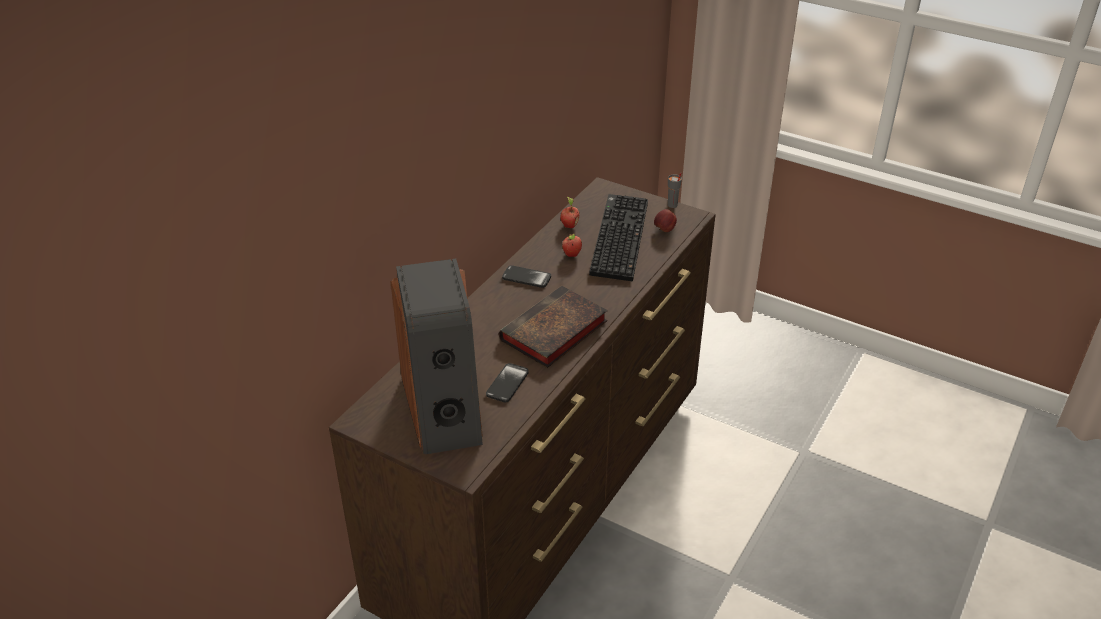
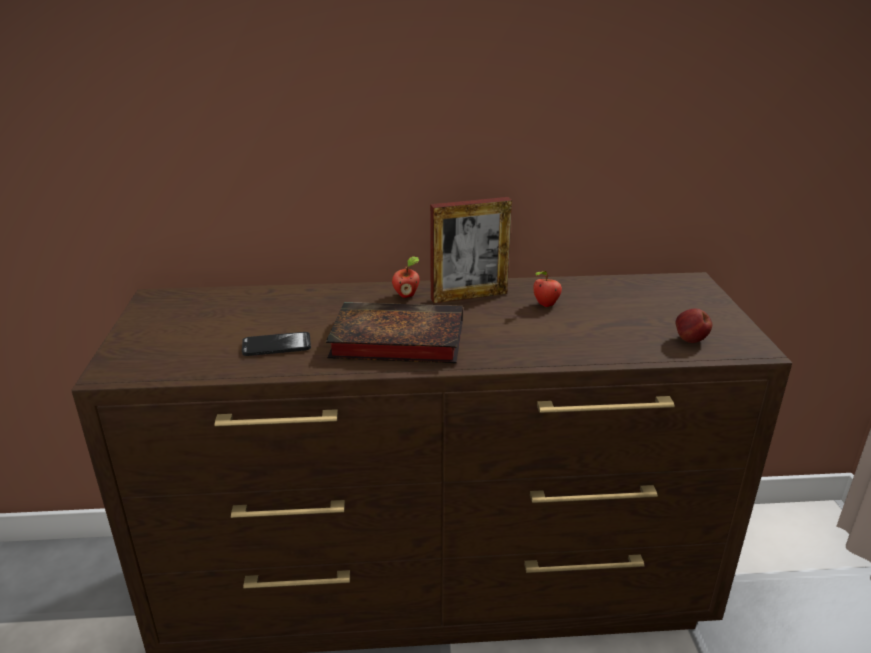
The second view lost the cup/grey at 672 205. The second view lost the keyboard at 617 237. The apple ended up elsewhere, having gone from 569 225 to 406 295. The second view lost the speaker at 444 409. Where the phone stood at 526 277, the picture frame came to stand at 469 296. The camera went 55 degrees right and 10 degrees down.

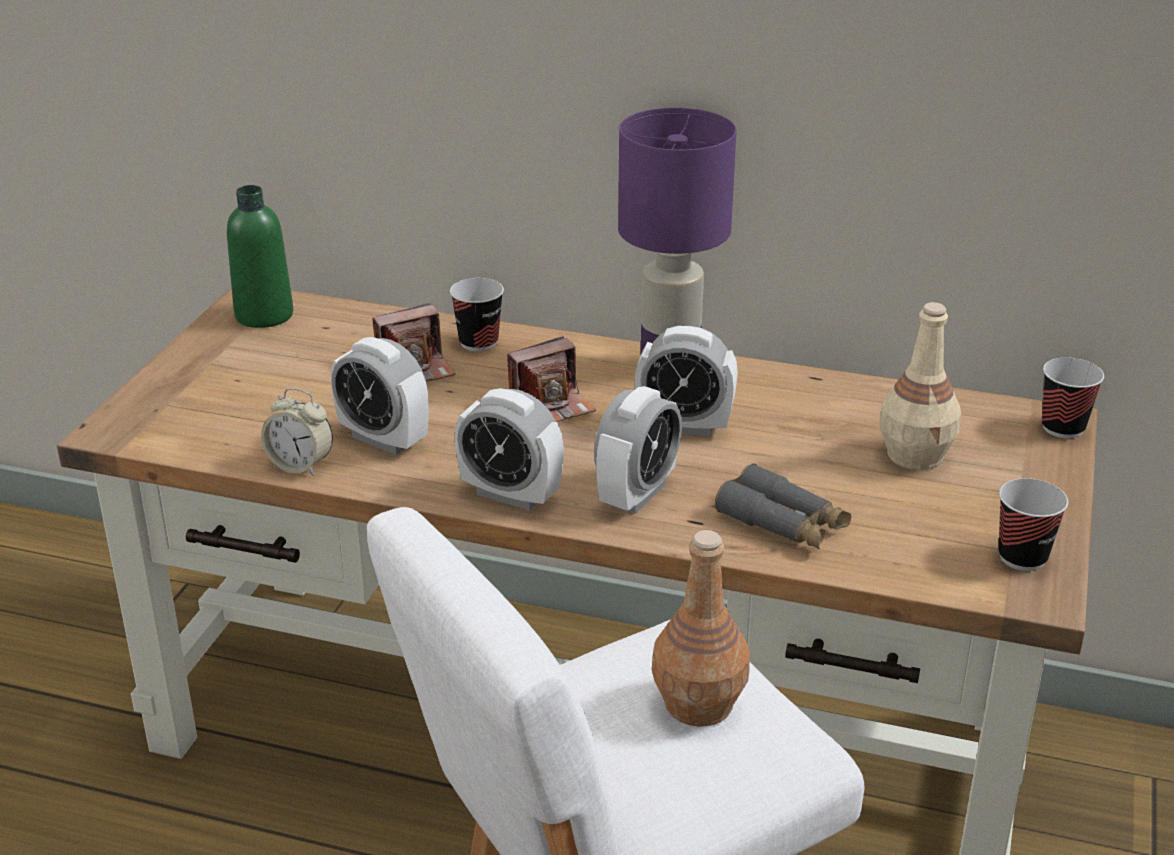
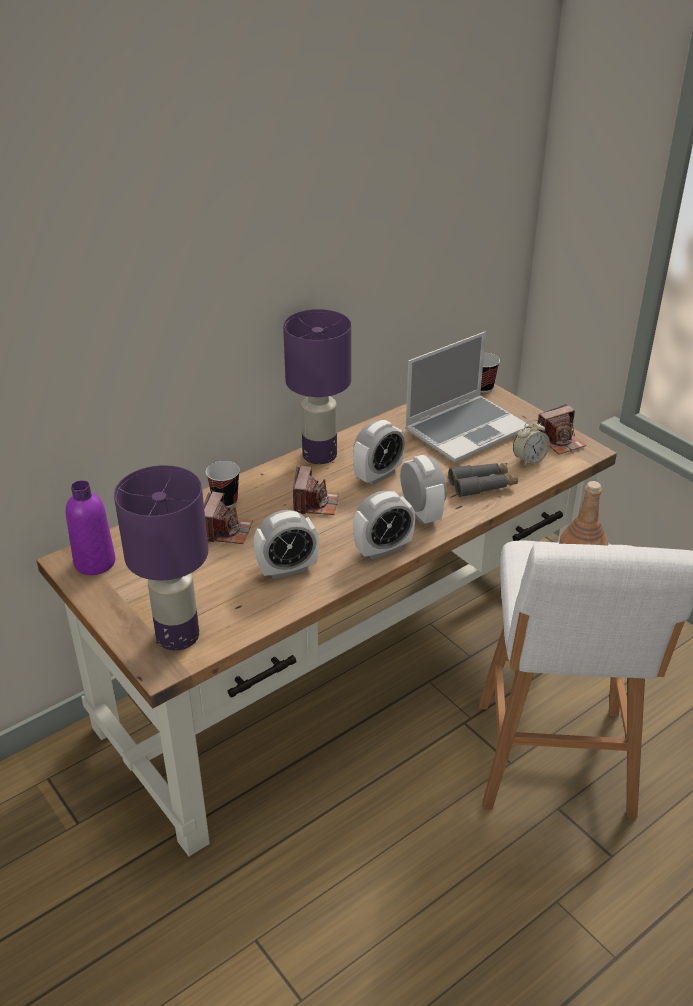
What was the bottle/green at 264 315 turned into the bottle/purple at 95 562. Where the bottle/beige stood at 915 455, the laptop came to stand at 466 429. The alarm clock ended up elsewhere, having gone from 300 465 to 529 460. Where the cup stood at 1022 557, the photo camera came to stand at 560 442. The second view gained the table lamp/purple at 177 635. The camera went 55 degrees left and 5 degrees up.

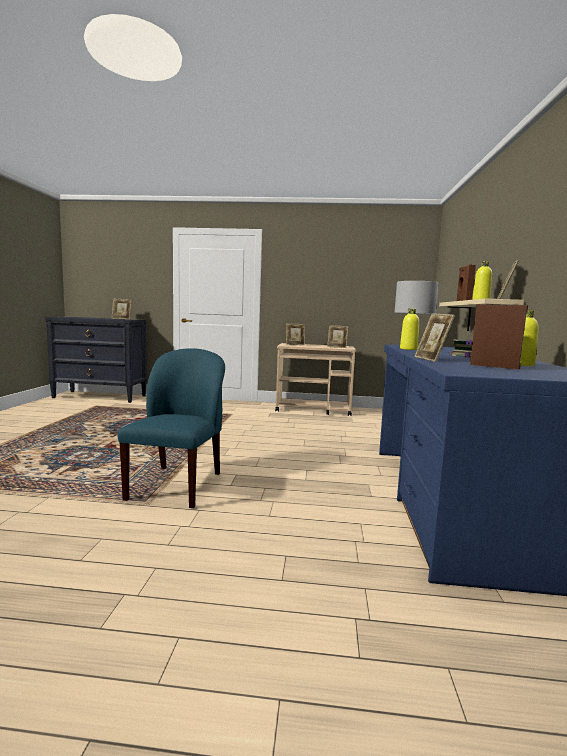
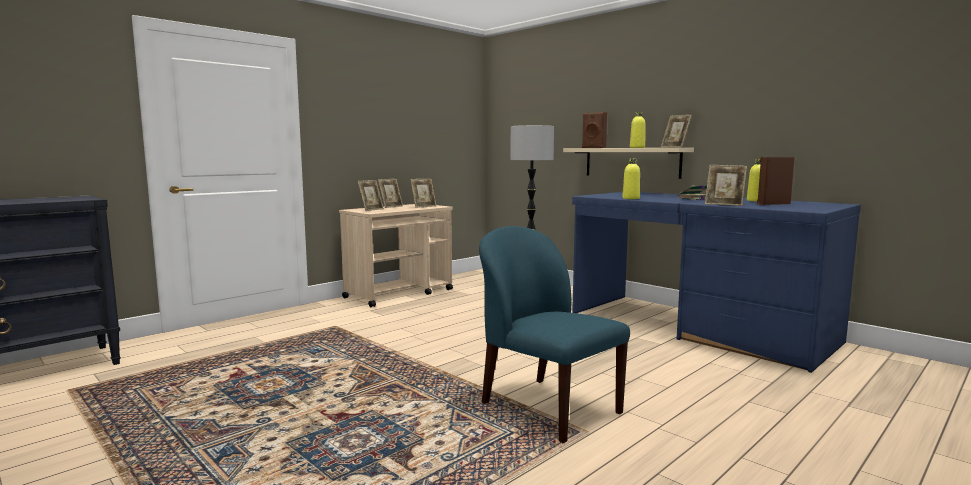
The picture frame ended up elsewhere, having gone from 121 319 to 391 207. The camera went 50 degrees left and 0 degrees up.

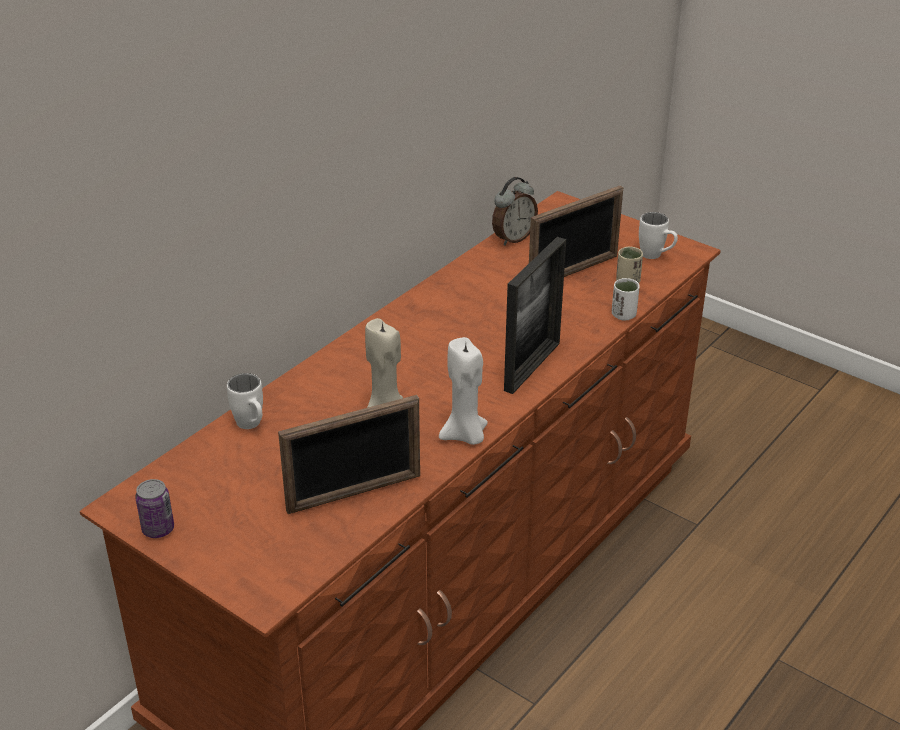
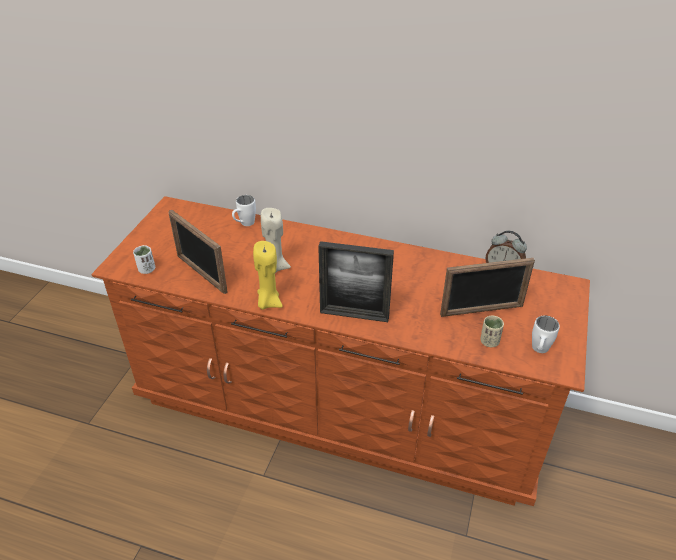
The picture frame at 573 272 ended up facing another way, 45 degrees counterclockwise from before. The cup/white ended up elsewhere, having gone from 623 315 to 147 269. What was the candle/white at 465 436 turned into the candle/yellow at 268 302. The second view lost the can at 158 529. The camera went 70 degrees right and 5 degrees up.

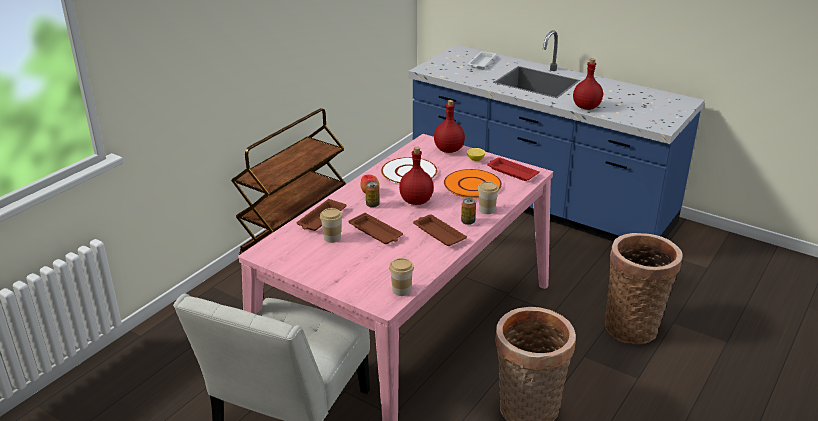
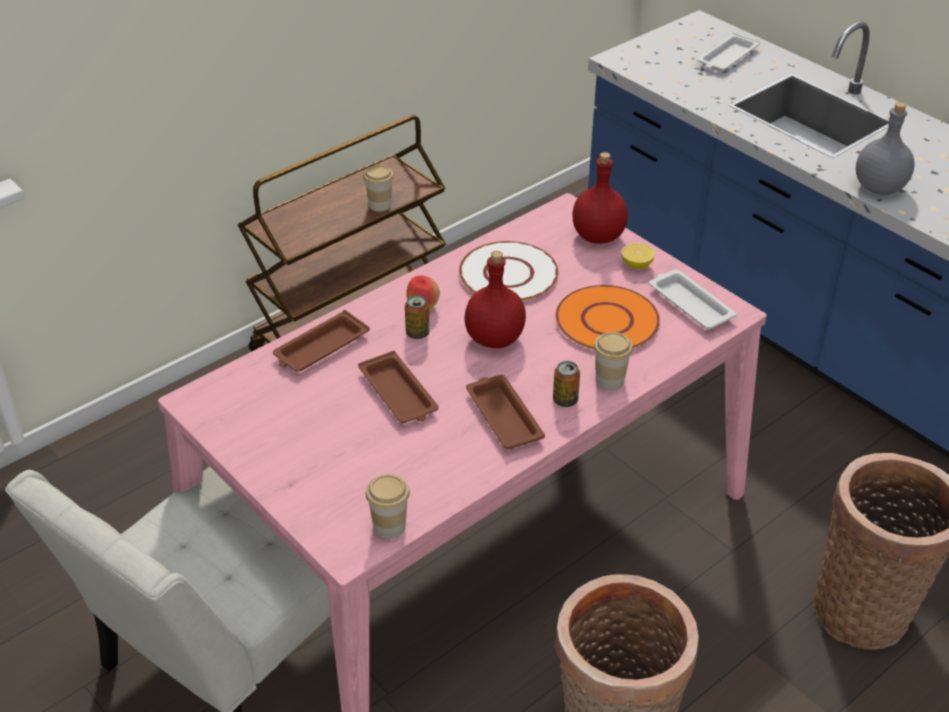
What was the bottle/red at 586 107 turned into the bottle/grey at 880 188. What was the tray/red at 511 172 turned into the tray/white at 689 304. The cup ended up elsewhere, having gone from 332 238 to 379 205. The camera went 15 degrees right and 10 degrees up.

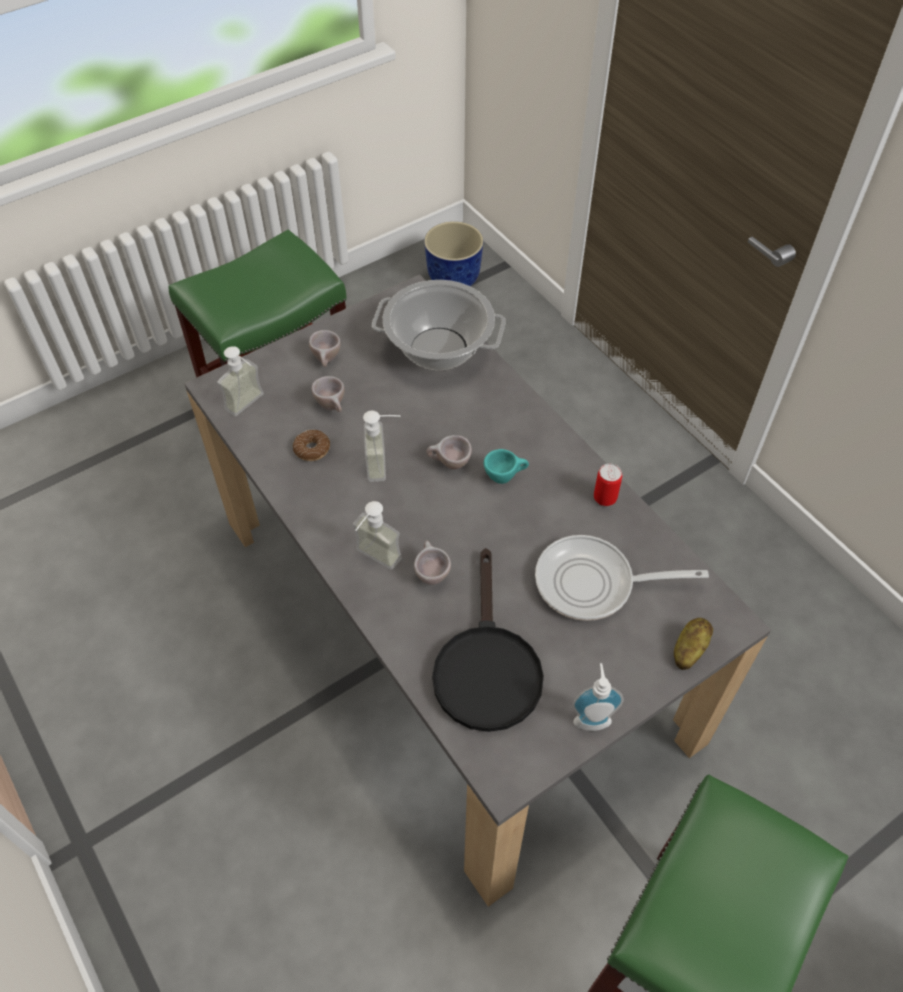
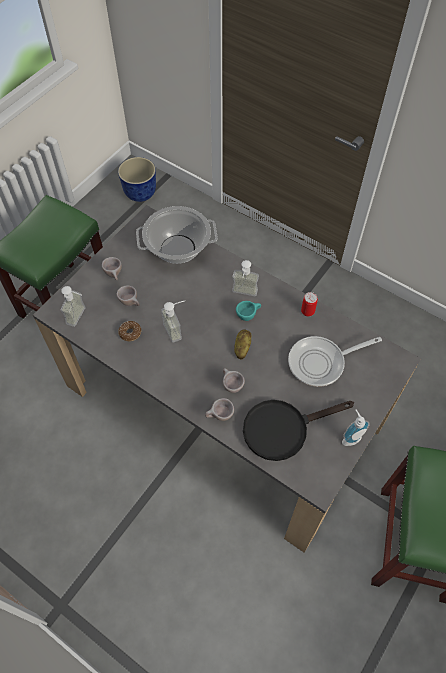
The cup/beige ended up elsewhere, having gone from 449 464 to 219 416. The soap dispenser ended up elsewhere, having gone from 373 561 to 243 295. The frying pan/black at 486 665 ended up facing another way, 90 degrees clockwise from before. The potato ended up elsewhere, having gone from 688 650 to 242 348. The camera went 20 degrees left and 5 degrees up.

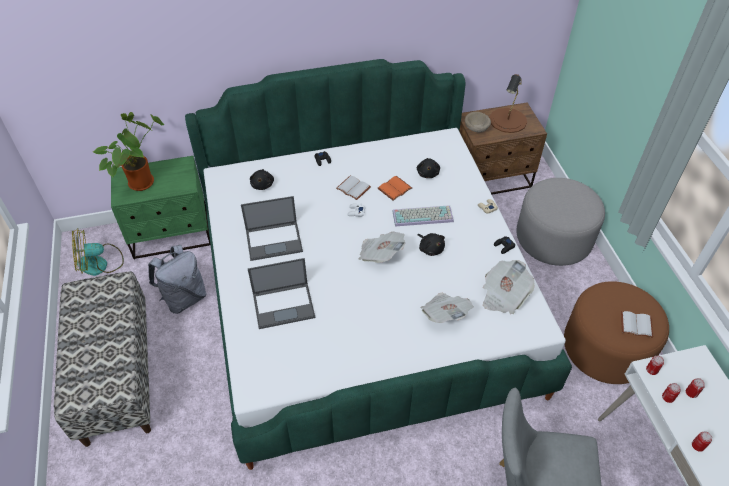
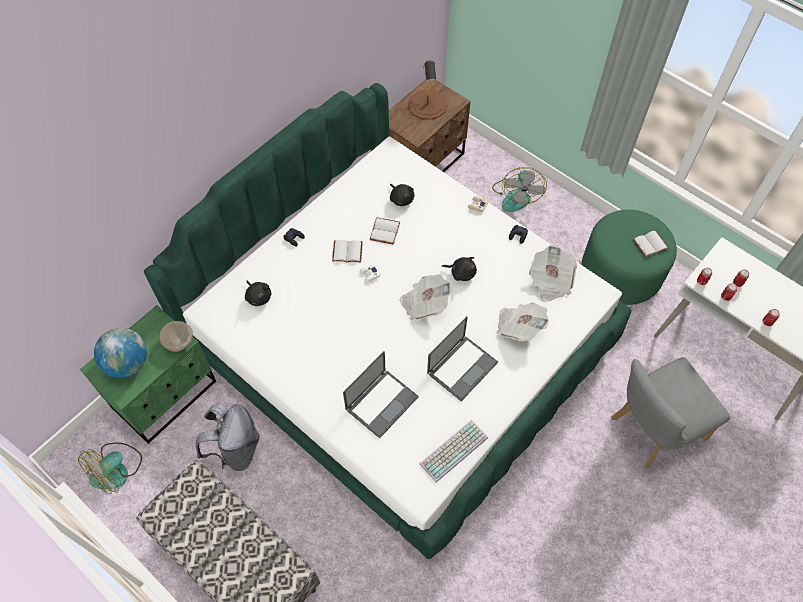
Where the potted plant stood at 141 181, the globe came to stand at 128 363. The bowl/beige ended up elsewhere, having gone from 476 129 to 179 342. What was the book/orange at 394 188 turned into the book/white at 384 231. Where the ottoman/grey stood at 553 239, the fan came to stand at 516 195. The laptop ended up elsewhere, having gone from 274 240 to 462 367. The keyboard ended up elsewhere, having gone from 423 215 to 453 449. What was the ottoman/brown at 606 349 turned into the ottoman/green at 621 272. The camera went 35 degrees left and 10 degrees up.

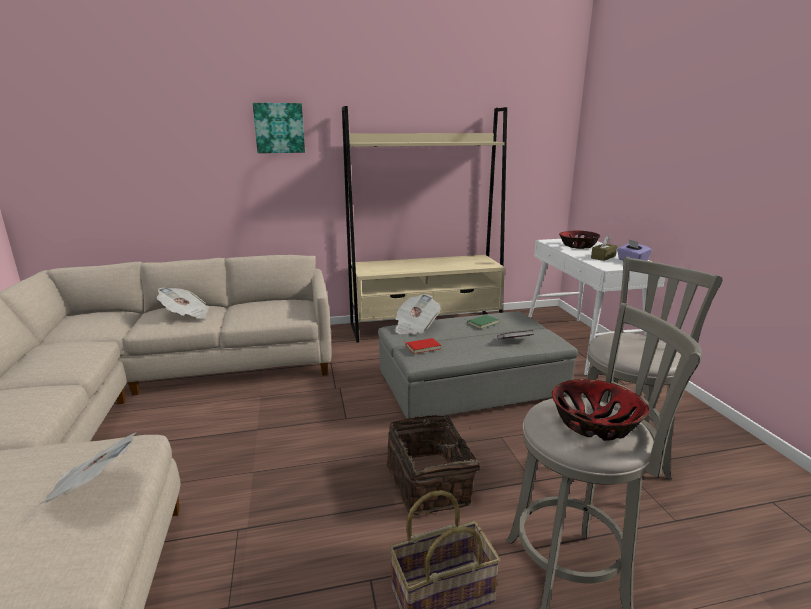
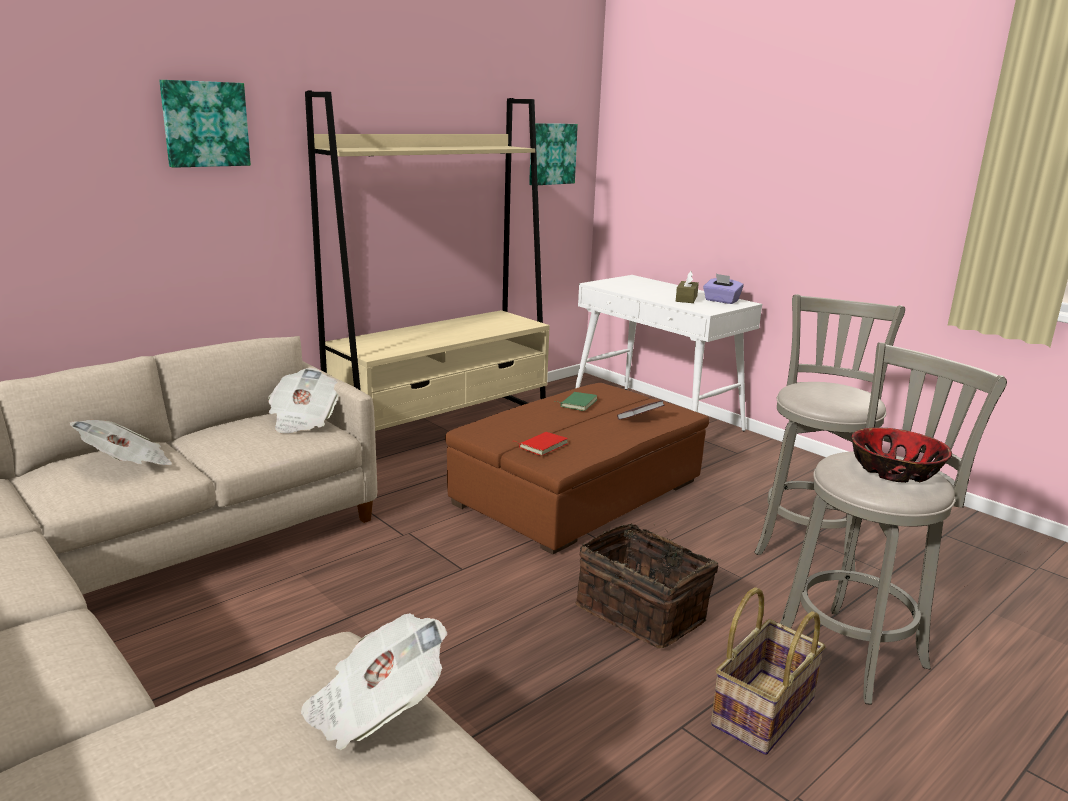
The second view lost the bowl at 577 246. The newspaper ended up elsewhere, having gone from 415 327 to 303 420. What was the ottoman/grey at 470 386 turned into the ottoman/brown at 577 492. The second view gained the picture at 551 154. The camera went 30 degrees left and 0 degrees up.

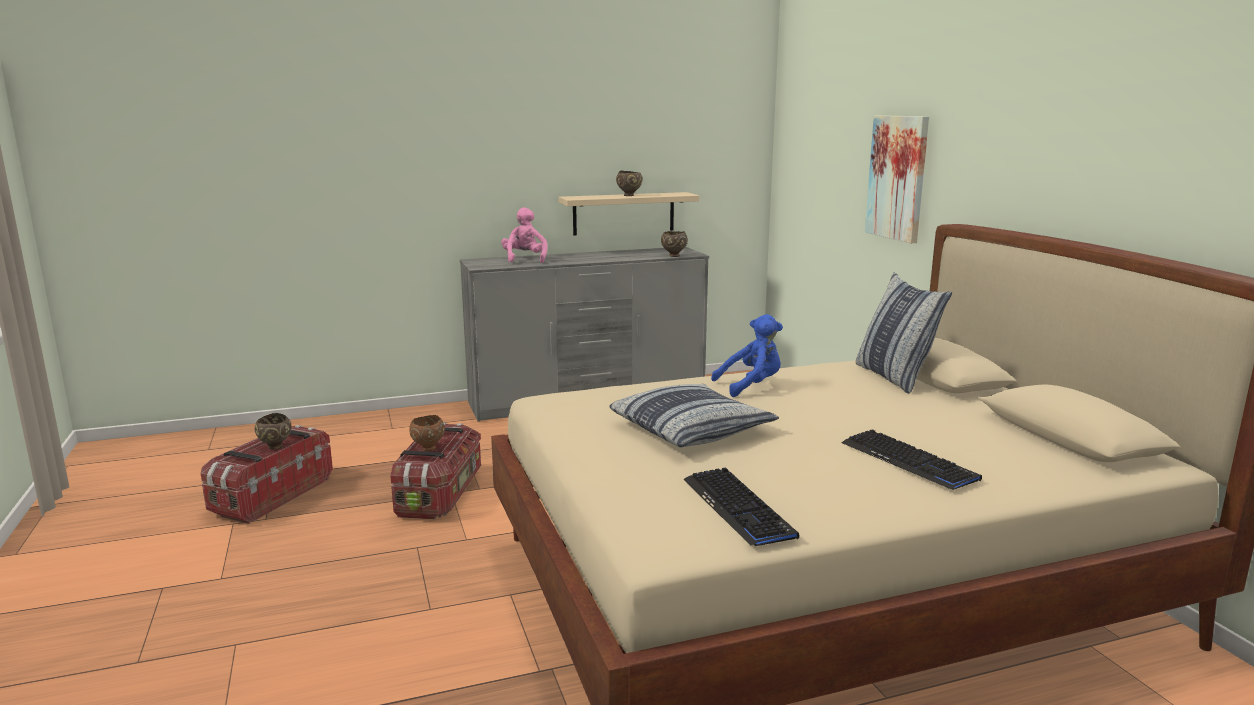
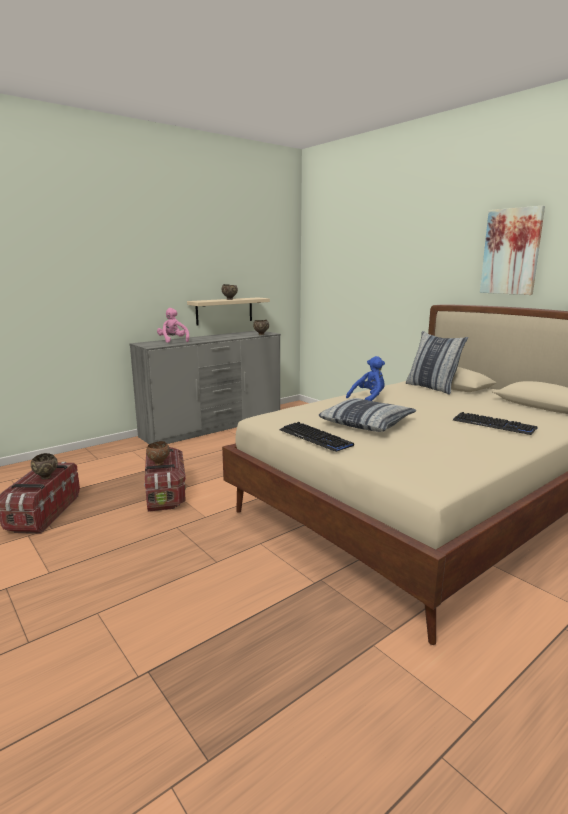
The picture ended up elsewhere, having gone from 898 177 to 511 251. The keyboard ended up elsewhere, having gone from 738 508 to 315 438. The camera went 20 degrees left and 0 degrees up.

